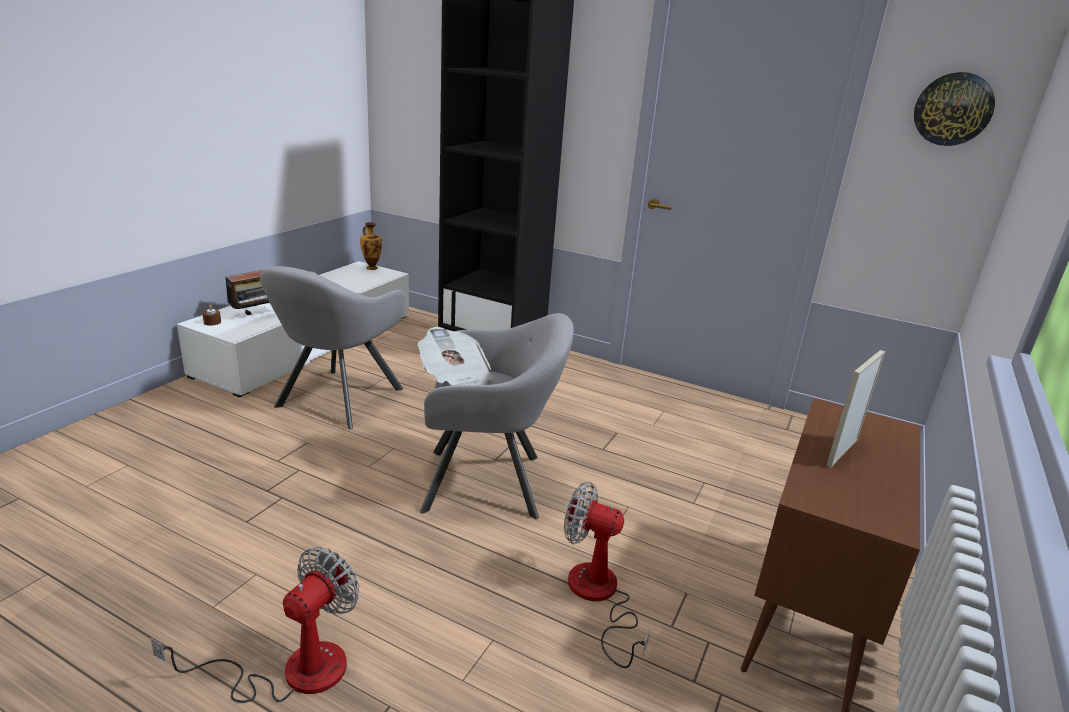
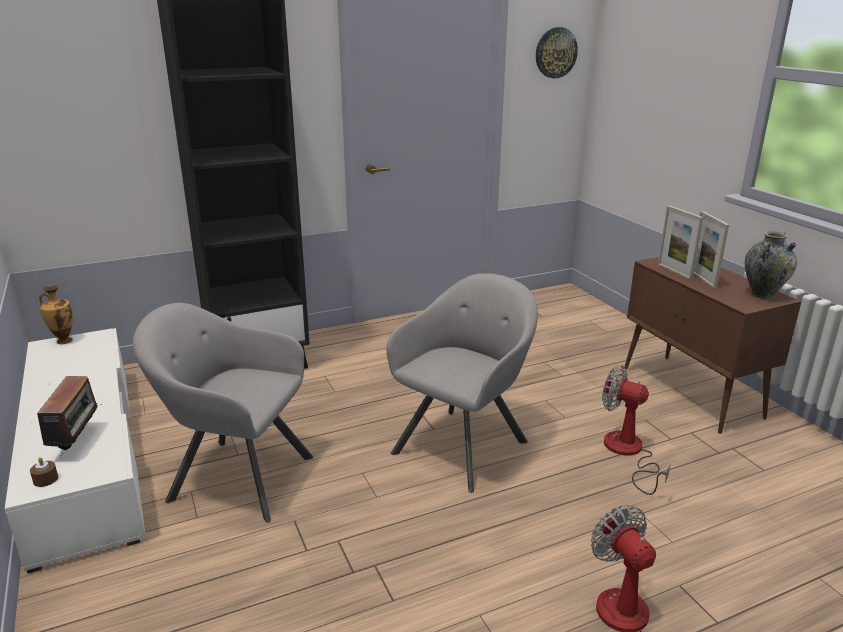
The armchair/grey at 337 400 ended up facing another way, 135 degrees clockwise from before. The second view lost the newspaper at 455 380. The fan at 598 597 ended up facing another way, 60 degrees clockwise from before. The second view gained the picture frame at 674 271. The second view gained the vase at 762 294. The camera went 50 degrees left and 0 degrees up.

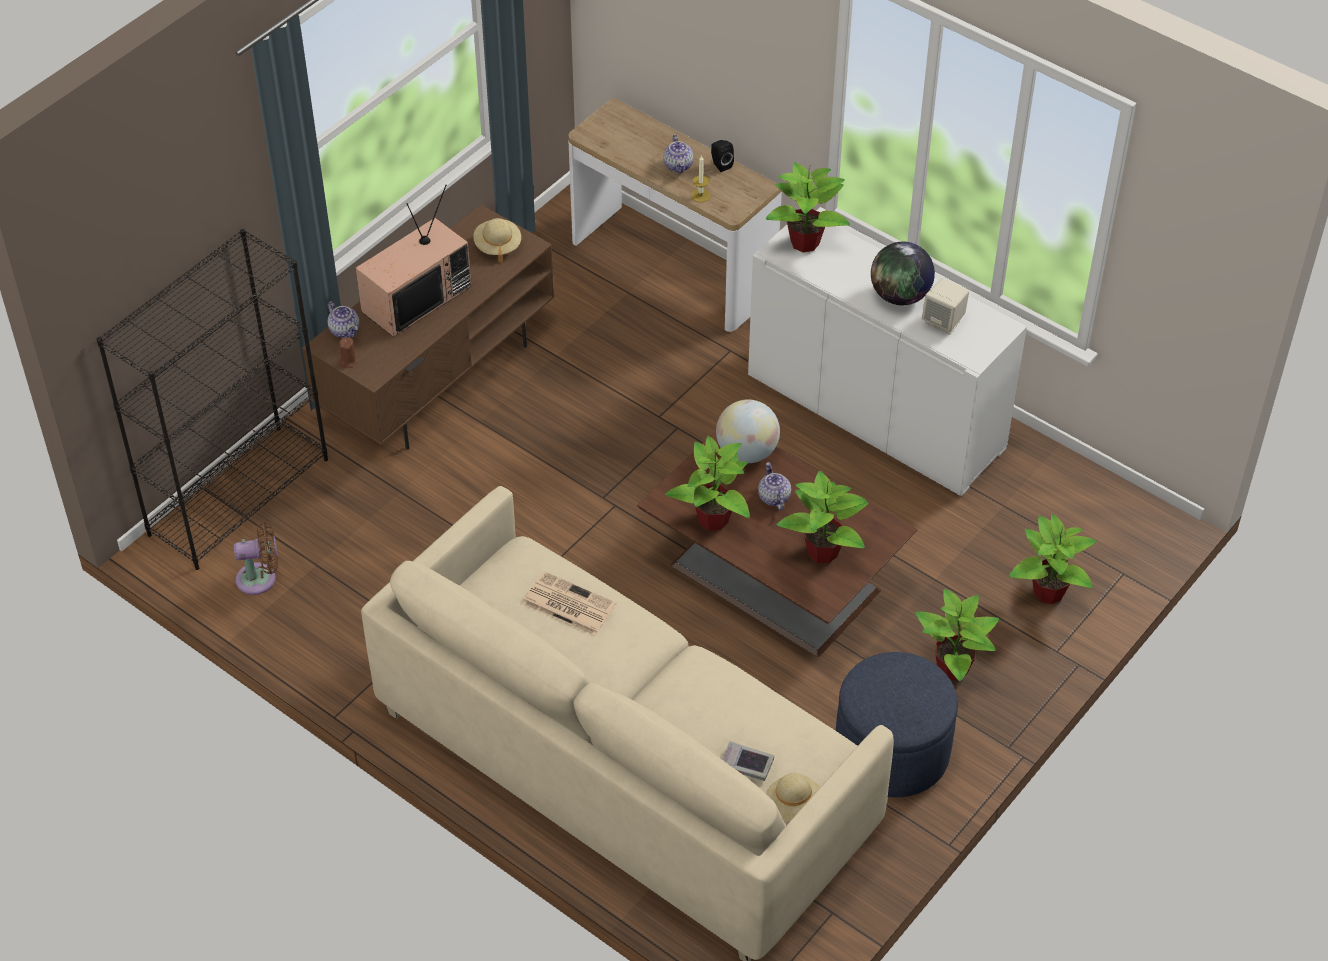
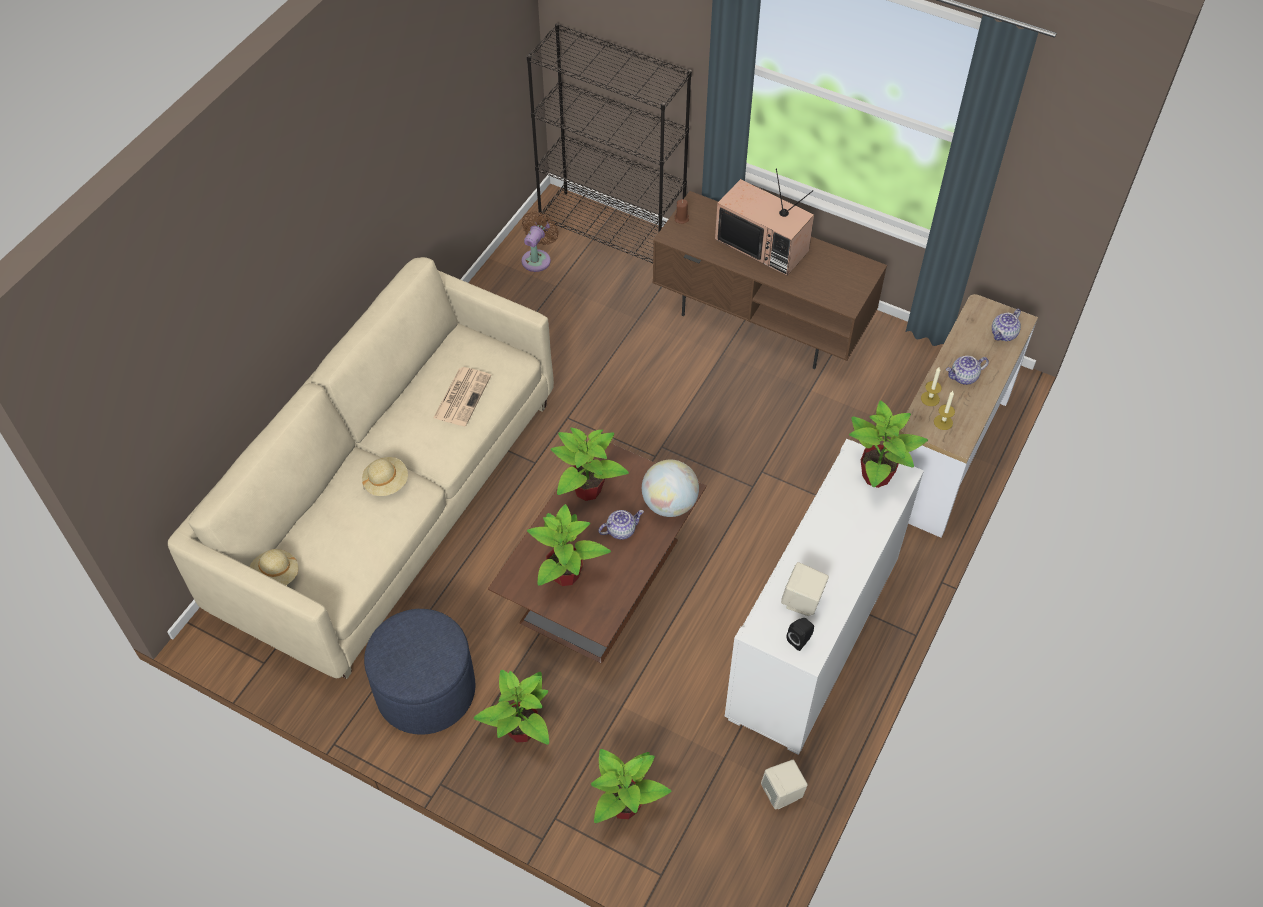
The speaker/black ended up elsewhere, having gone from 720 165 to 800 640. The hat/beige ended up elsewhere, having gone from 497 246 to 386 483. The second view lost the globe at 900 296. The teapot ended up elsewhere, having gone from 345 330 to 1004 334. The fan/brown at 260 578 ended up facing another way, 135 degrees counterclockwise from before. The second view lost the book at 746 764. The second view gained the candle at 943 422. The second view gained the speaker/beige at 782 793. The camera went 80 degrees right and 5 degrees up.

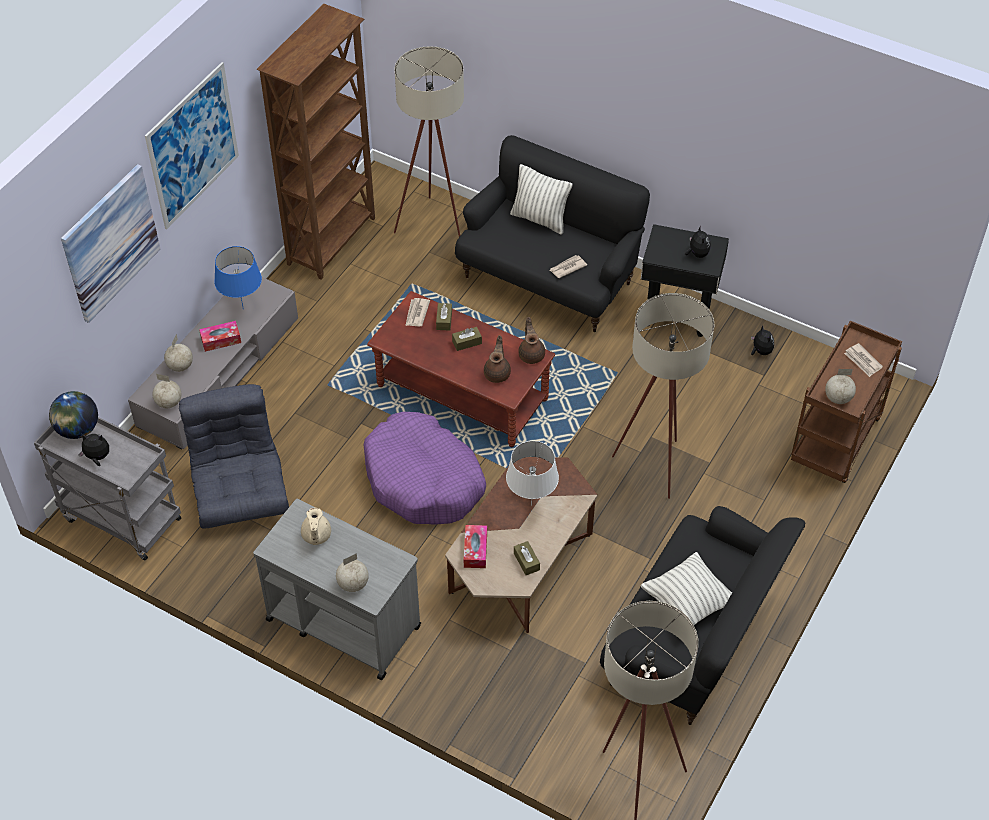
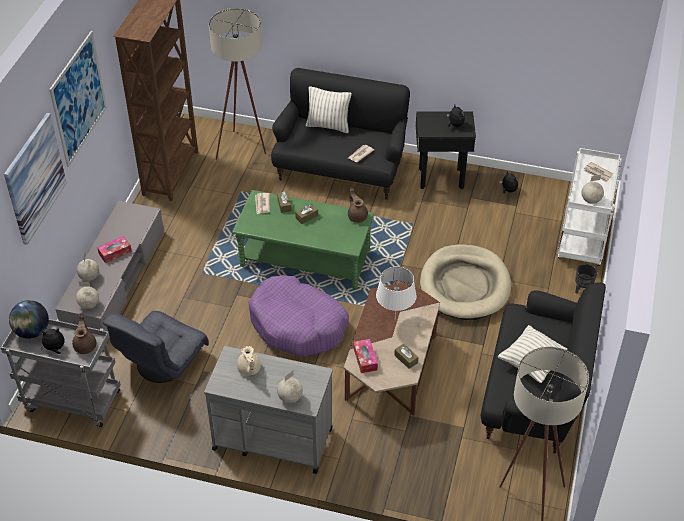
The second view lost the table lamp/blue at 243 308. What was the coffee table/brown at 462 393 turned into the coffee table/green at 305 259. Where the floor lamp/beige stood at 655 472, the dog bed/beige came to stand at 464 285. What was the cart/brown at 836 443 turned into the cart/white at 583 241. The teapot/brown ended up elsewhere, having gone from 497 373 to 85 345. The armchair/grey at 241 494 ended up facing another way, 120 degrees counterclockwise from before. The second view gained the planter/black at 583 290. The camera went 15 degrees left and 5 degrees down.

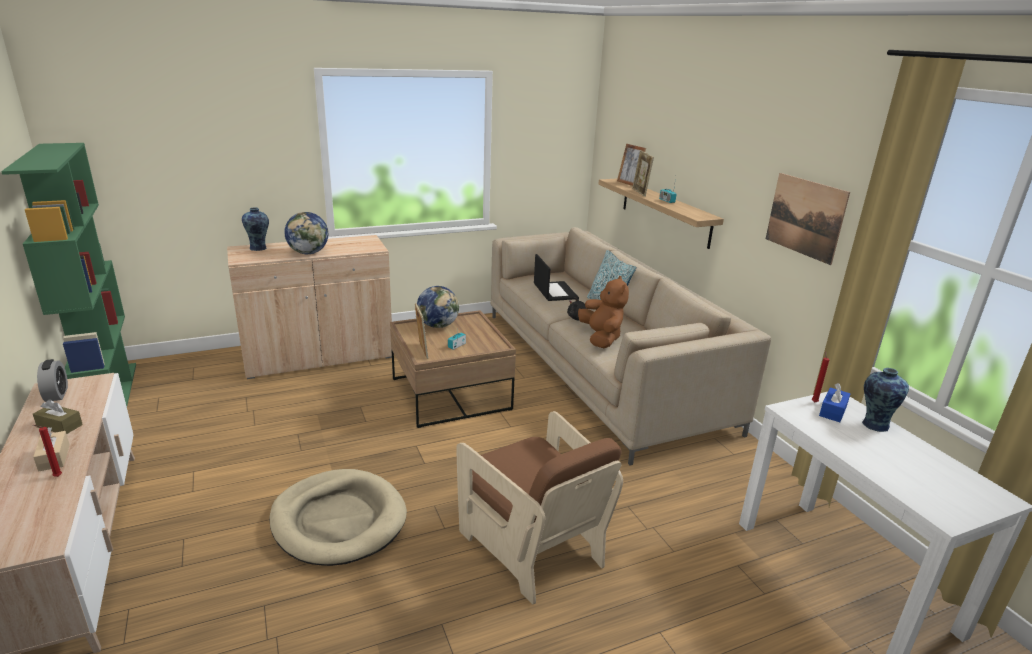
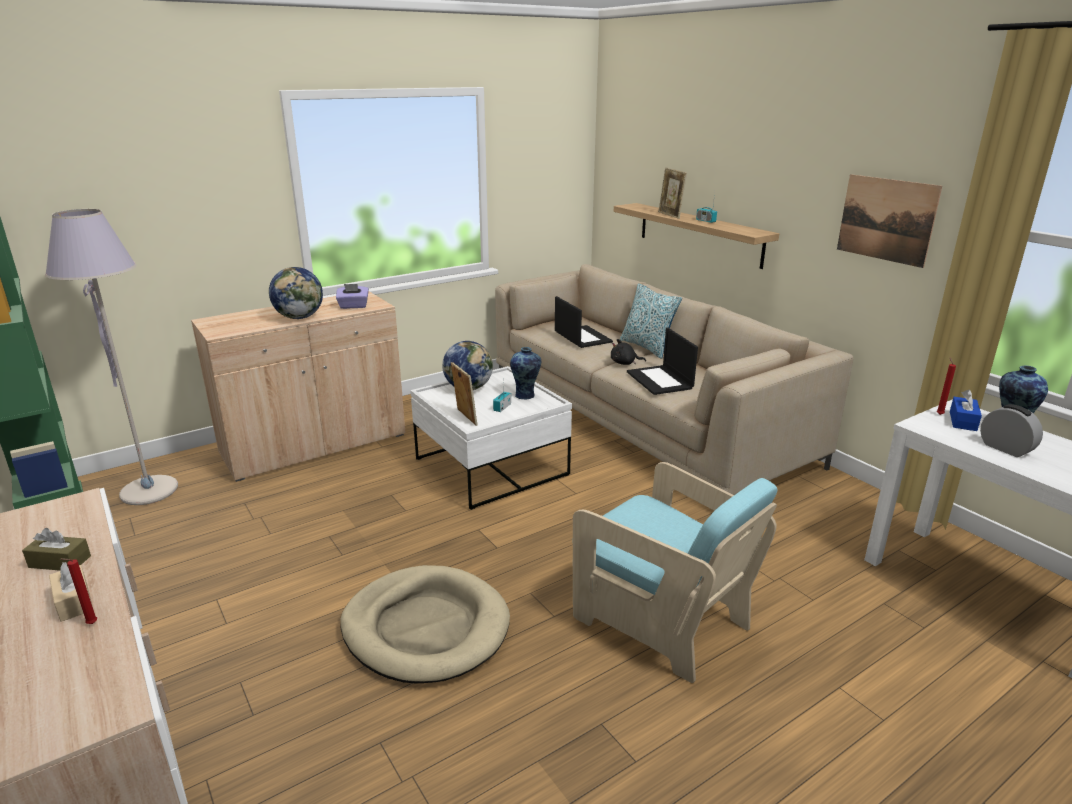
The second view lost the picture frame at 629 183. The vase ended up elsewhere, having gone from 259 248 to 526 395. Where the plush toy/brown stood at 601 338, the laptop came to stand at 660 380. What was the coffee table/brown at 451 394 turned into the coffee table/white at 491 467. The alarm clock ended up elsewhere, having gone from 56 394 to 1005 448. What was the armchair/brown at 532 546 turned into the armchair/turquoise at 661 619. The second view gained the floor lamp/grey at 149 492. The second view gained the tissue box/purple at 353 306. The camera went 10 degrees left and 0 degrees up.

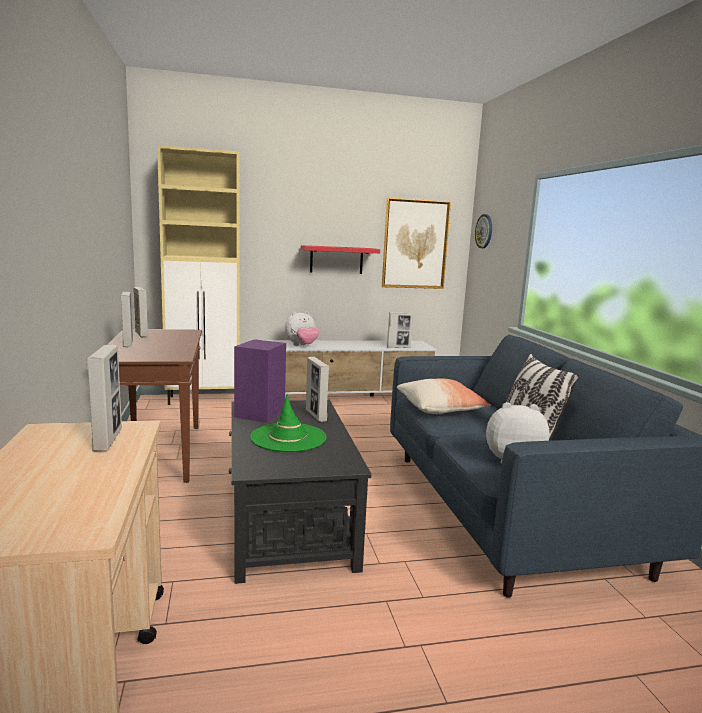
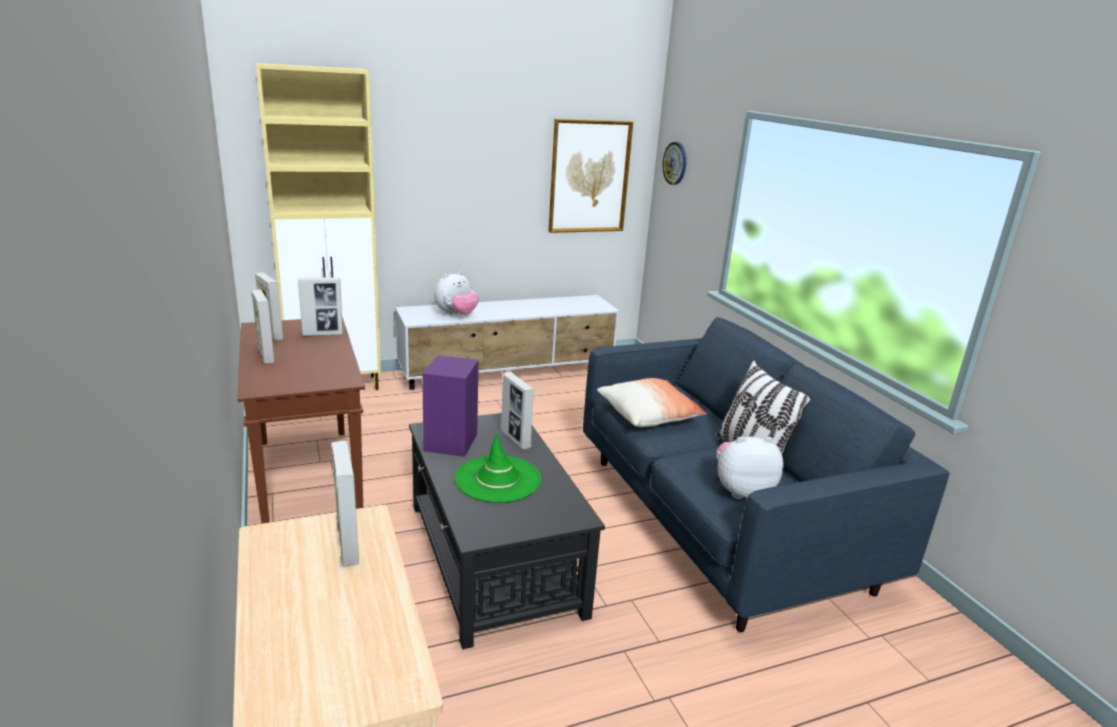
The second view lost the shelf/red at 336 259. The picture frame ended up elsewhere, having gone from 398 347 to 323 334. The camera went 10 degrees left and 10 degrees up.

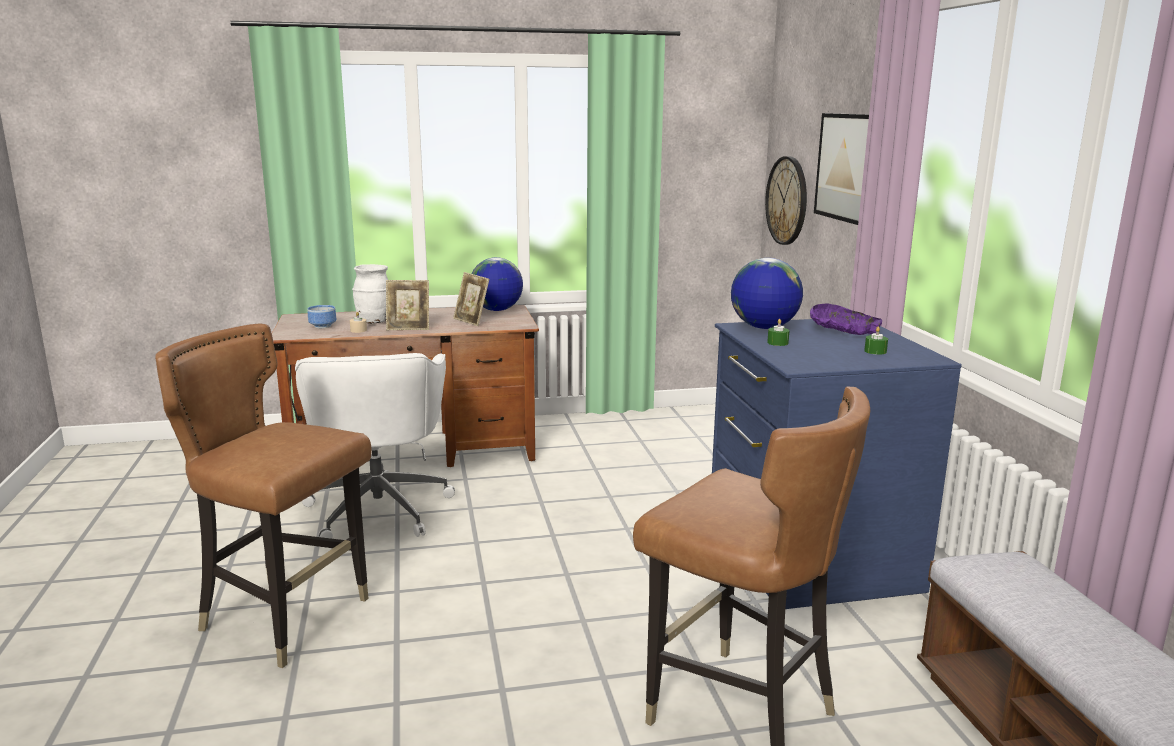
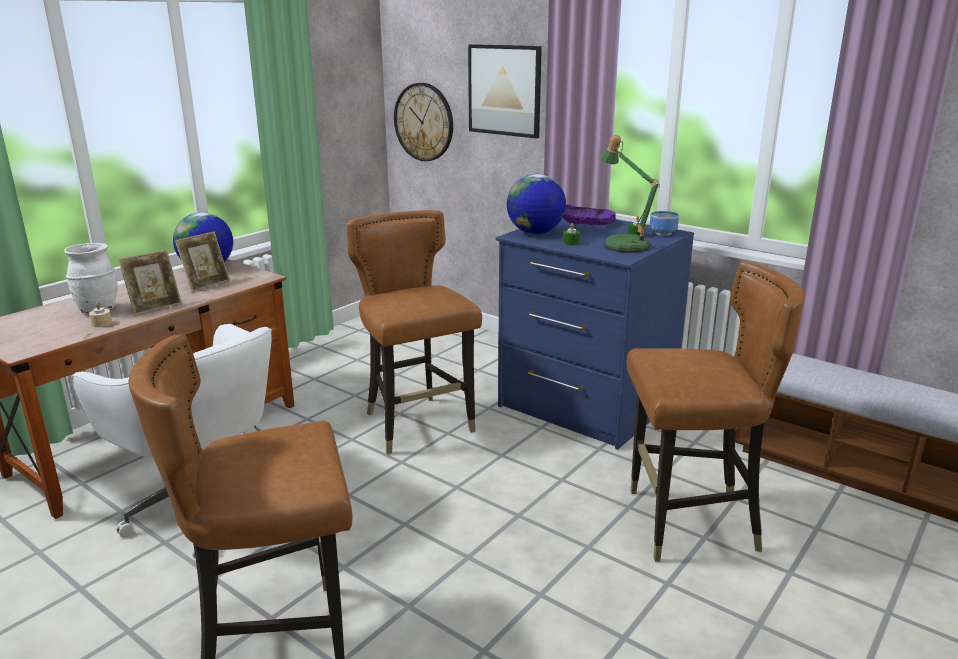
The picture frame at 471 321 ended up facing another way, 60 degrees counterclockwise from before. The bowl ended up elsewhere, having gone from 323 326 to 662 233. The second view gained the table lamp at 623 244. The second view gained the chair/brown at 417 425. The camera went 40 degrees left and 5 degrees up.

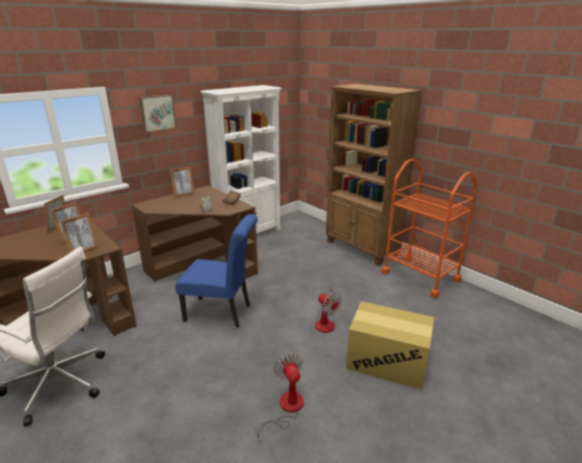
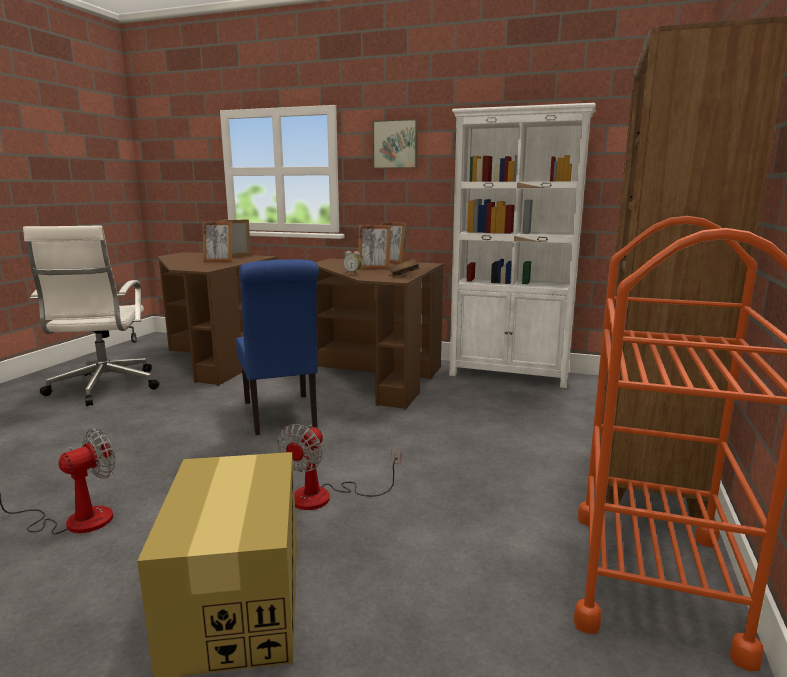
The picture frame ended up elsewhere, having gone from 84 251 to 374 268. The camera went 60 degrees right and 10 degrees down.

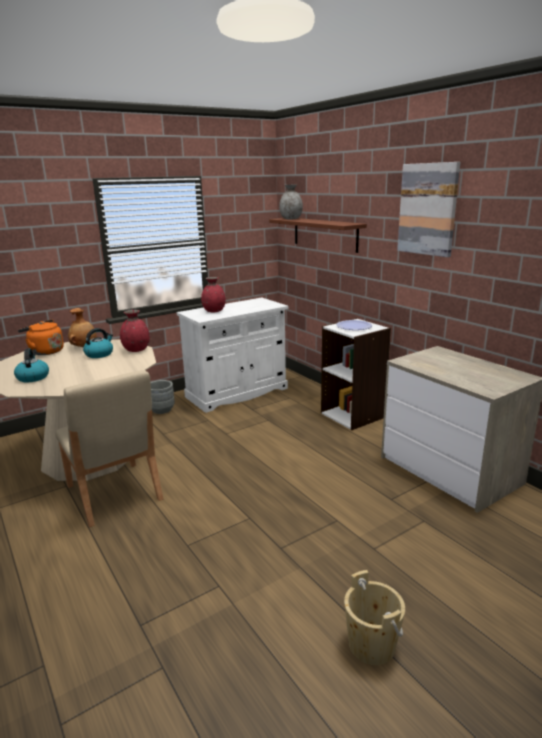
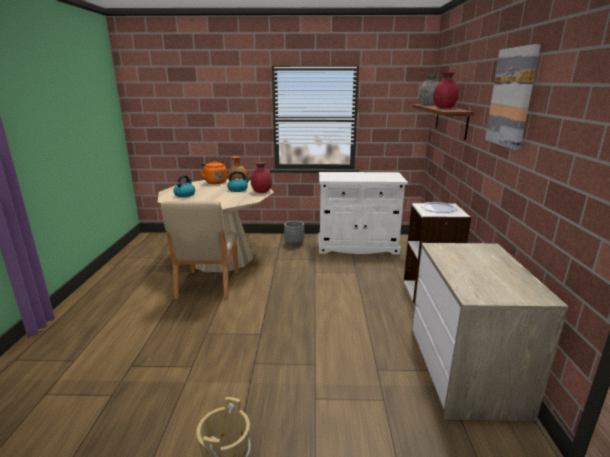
The vase/red ended up elsewhere, having gone from 214 311 to 444 108. The camera went 35 degrees right and 0 degrees up.

